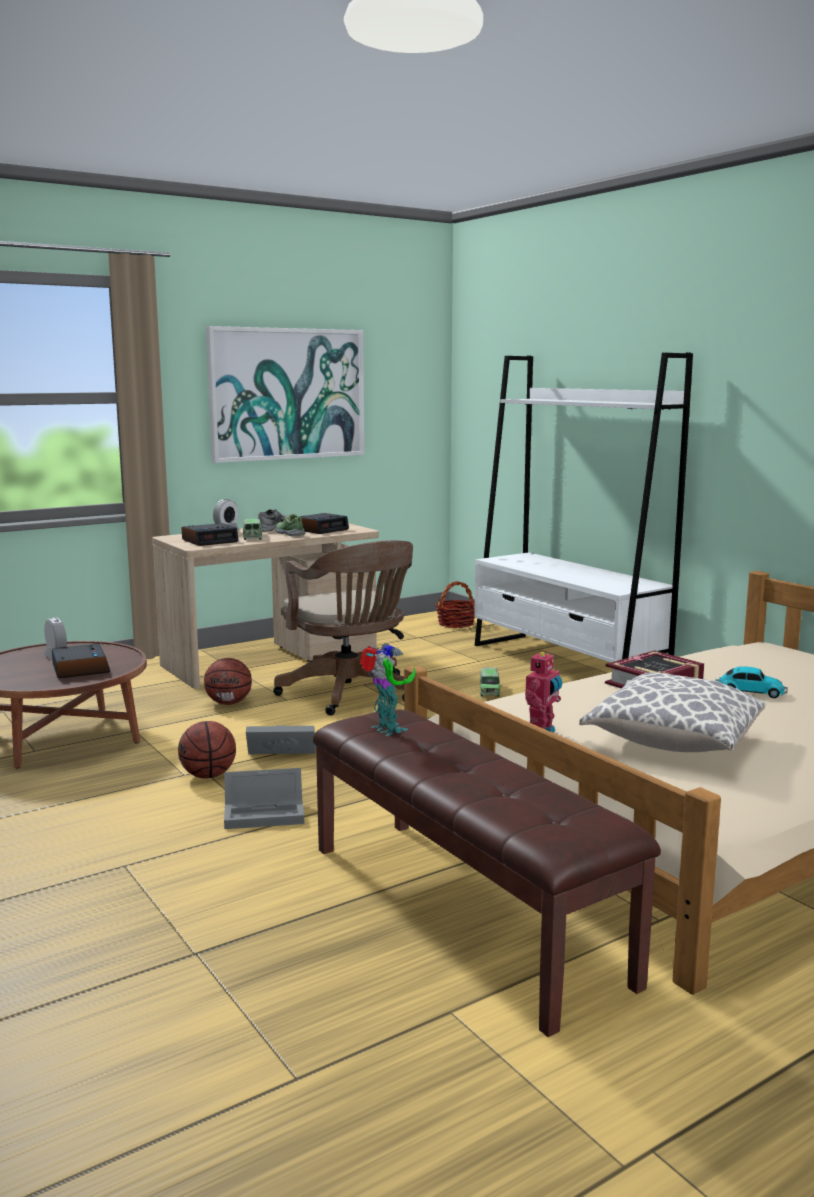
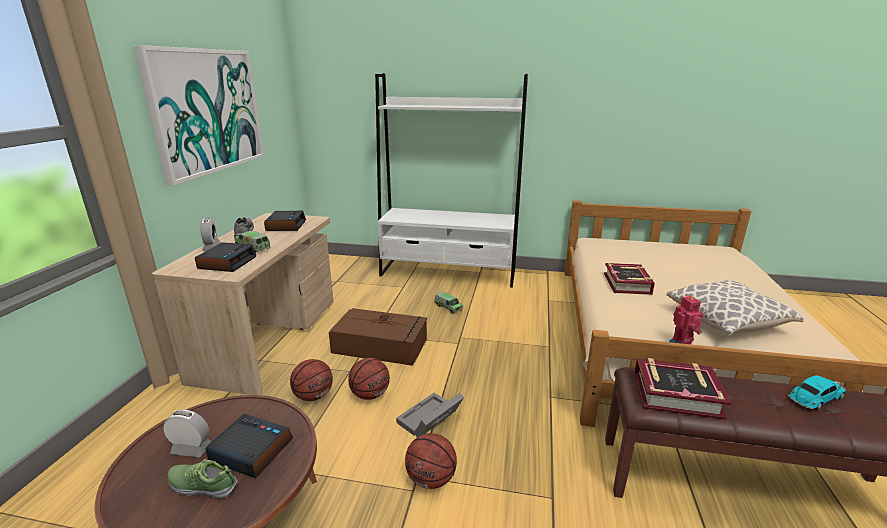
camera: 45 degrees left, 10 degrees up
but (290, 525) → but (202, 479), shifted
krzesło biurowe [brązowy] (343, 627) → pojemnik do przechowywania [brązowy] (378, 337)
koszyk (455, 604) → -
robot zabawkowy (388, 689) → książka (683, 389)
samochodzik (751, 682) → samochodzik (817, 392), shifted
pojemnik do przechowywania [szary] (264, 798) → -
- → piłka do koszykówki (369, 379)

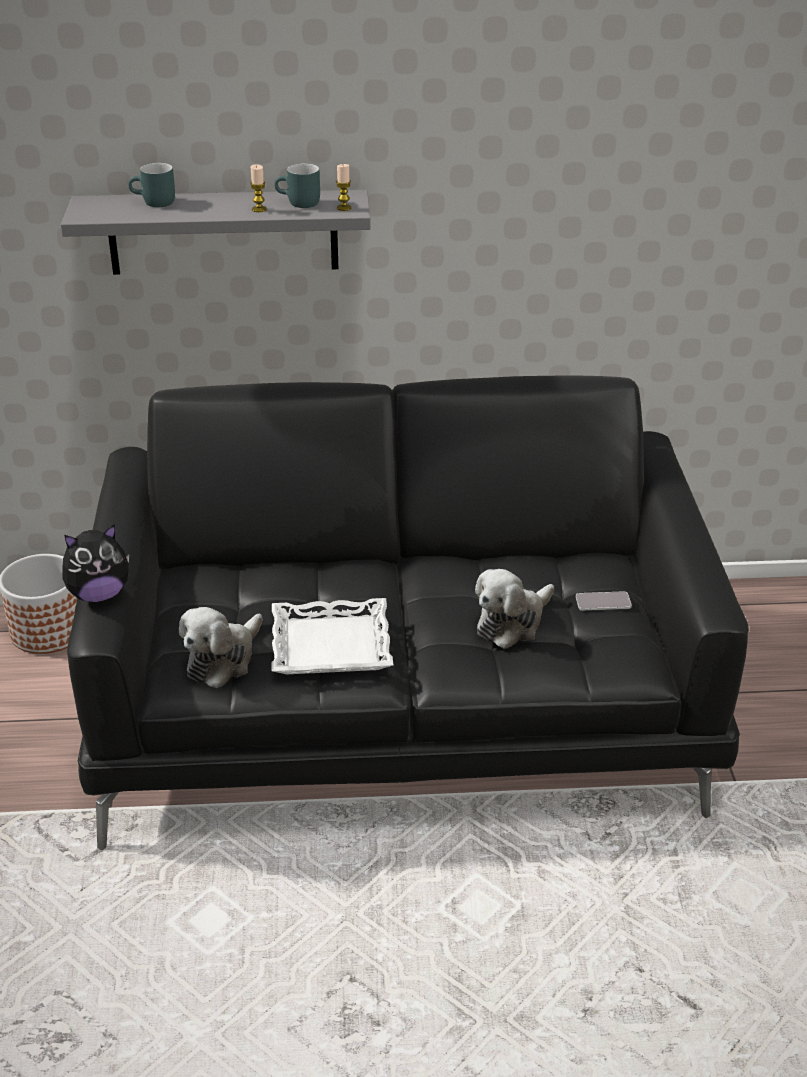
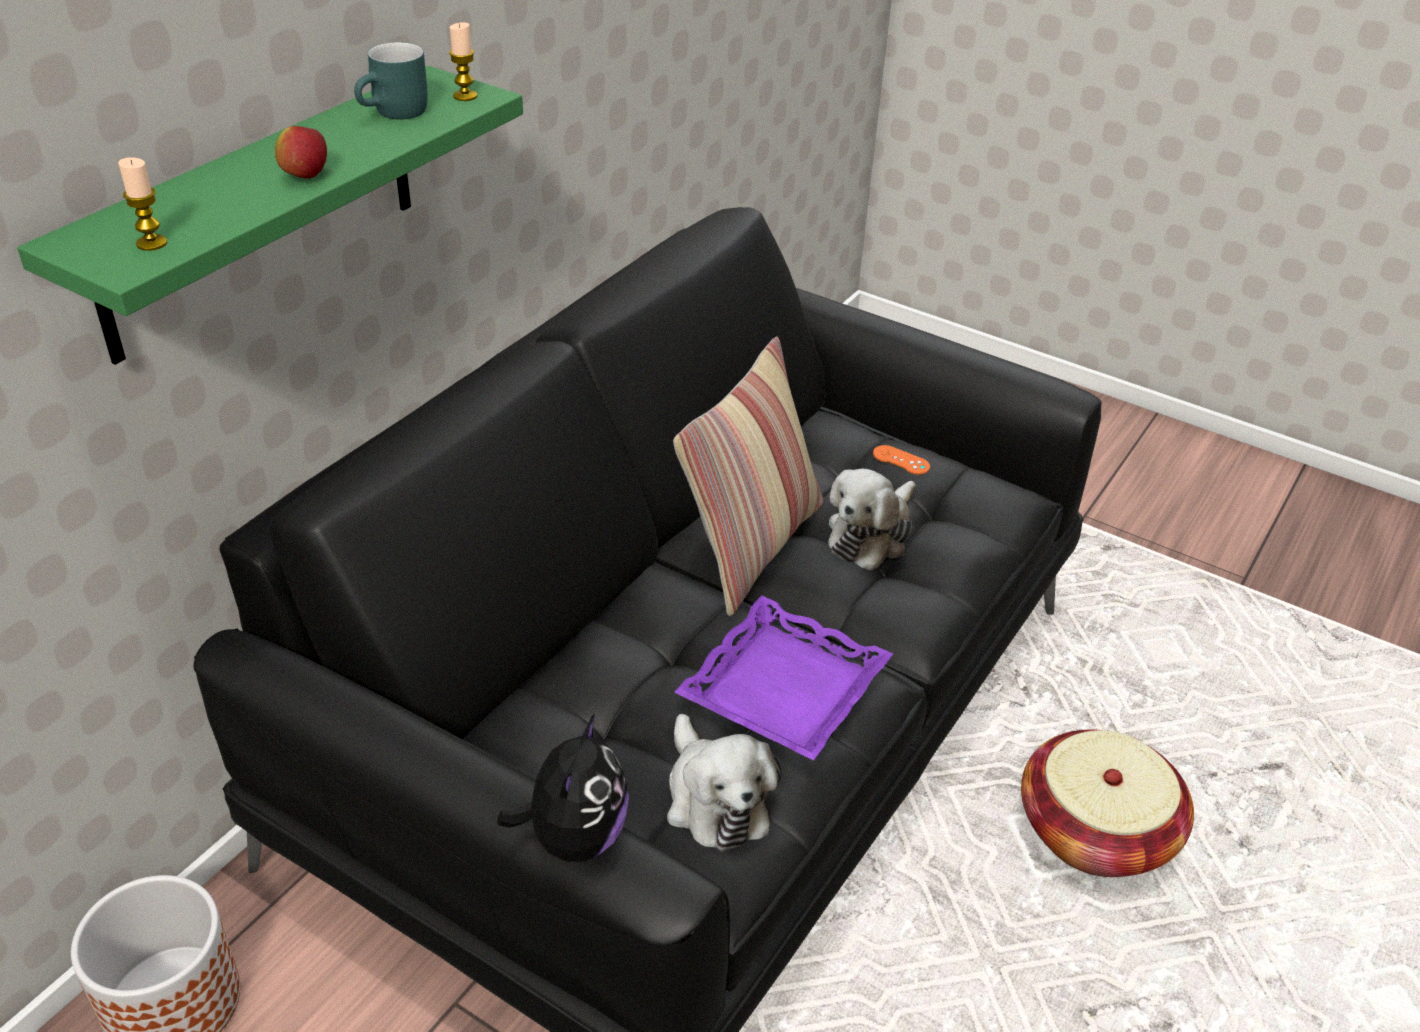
camera: 55 degrees left, 5 degrees up
kubek [turkusowy] (151, 185) → -
świeca (258, 188) → świeca (142, 204), shifted
półka [szary] (216, 232) → półka [zielony] (270, 215)
pluszak (514, 609) → pluszak (872, 520), 45 degrees clockwise
telefon (604, 601) → pad do gier [pomarańczowy] (901, 460)
taca [biały] (332, 636) → taca [fioletowy] (783, 678)
- → jabłko (301, 152)
- → poduszka (748, 476)
- → koszyk (1107, 803)

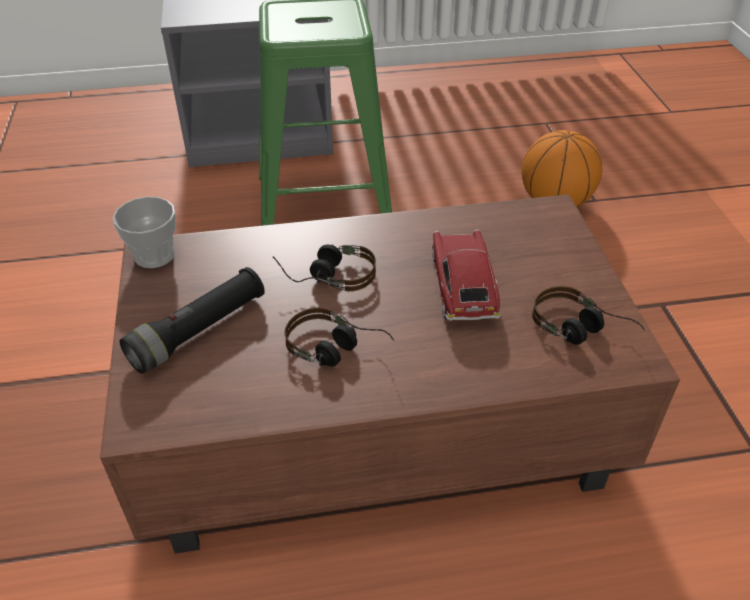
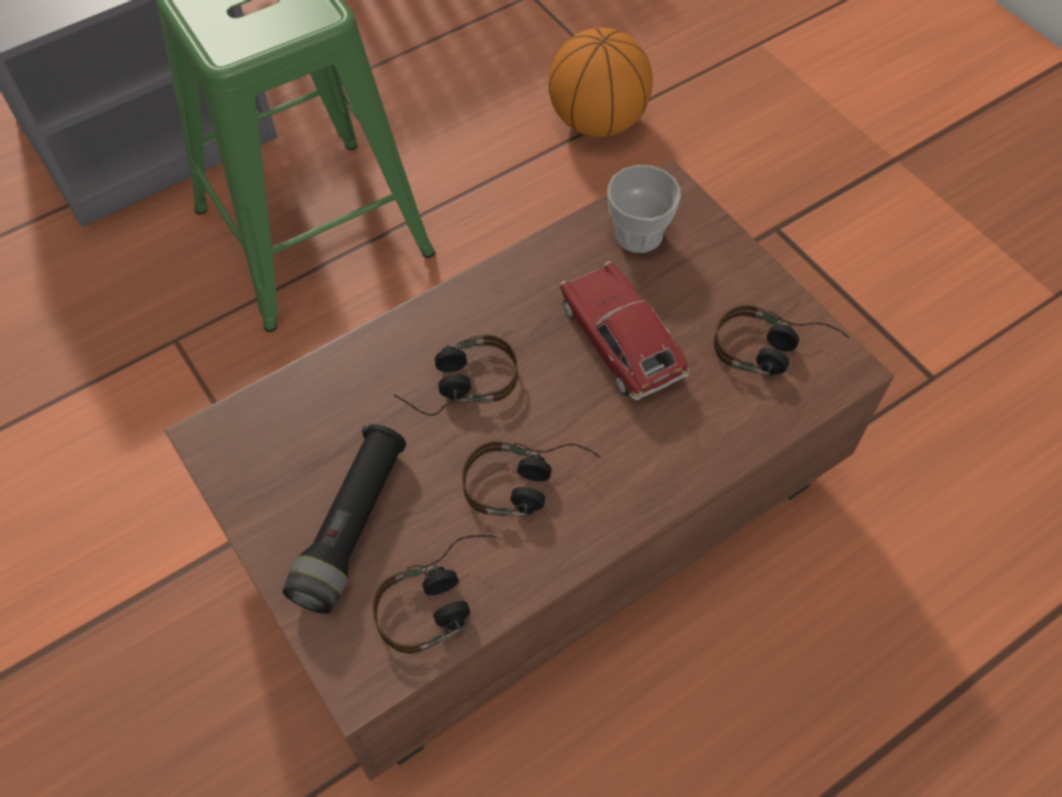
camera: 25 degrees left, 15 degrees up
filiżanka (144, 232) → filiżanka (644, 209), shifted
- → słuchawki (434, 594)

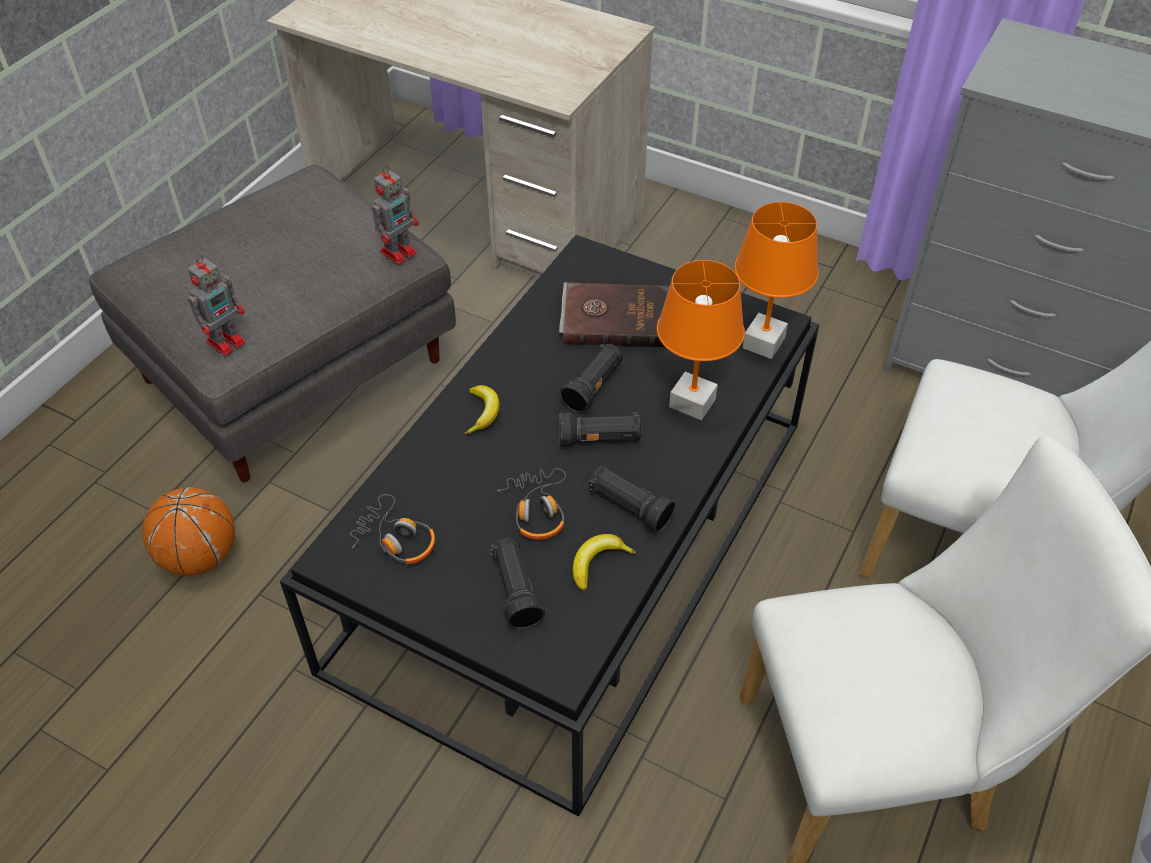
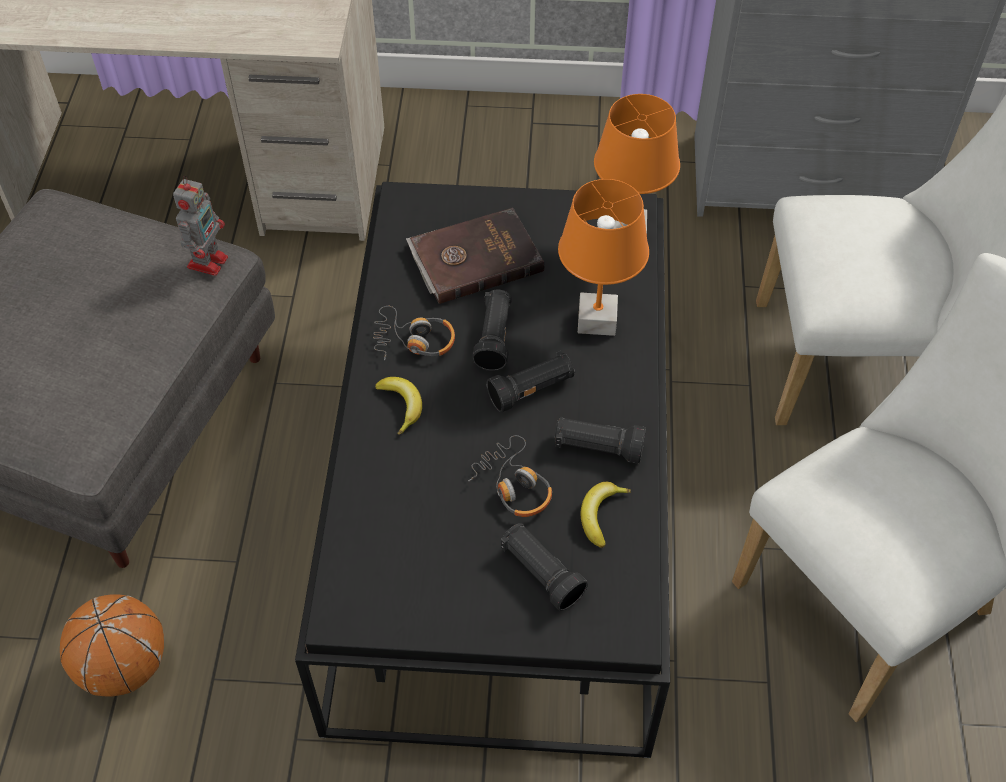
camera: 25 degrees left, 5 degrees up
robot zabawkowy (217, 305) → -
słuchawki (392, 529) → słuchawki (414, 333), shifted

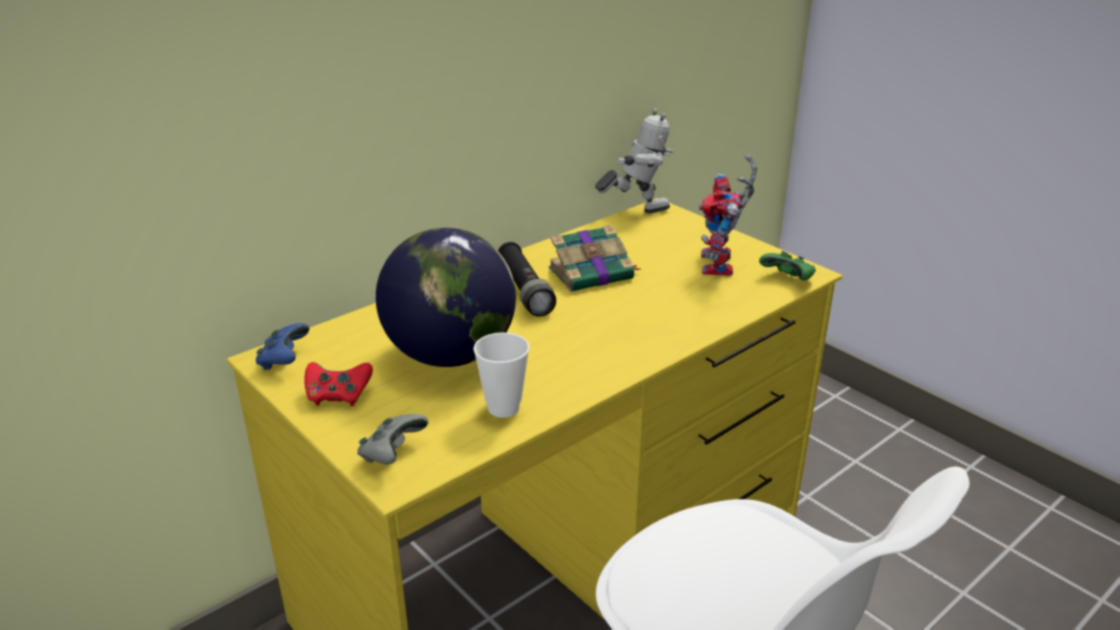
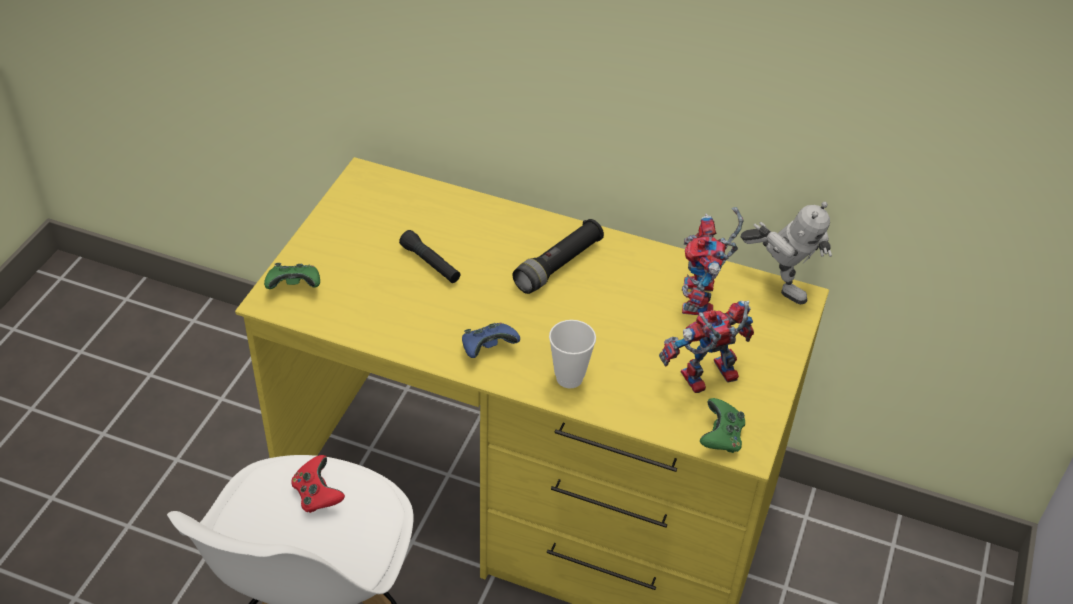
camera: 60 degrees right, 15 degrees up
książka (595, 258) → -
globus (446, 297) → latarka [czarny] (430, 256)
pad do gier [niebieski] (283, 346) → pad do gier [niebieski] (491, 340), shifted
filiżanka (501, 375) → filiżanka (572, 354), shifted
pad do gier [czerwony] (338, 384) → pad do gier [czerwony] (318, 484), shifted
pad do gier [szary] (392, 439) → pad do gier [zielony] (292, 276)
- → robot zabawkowy (713, 261)

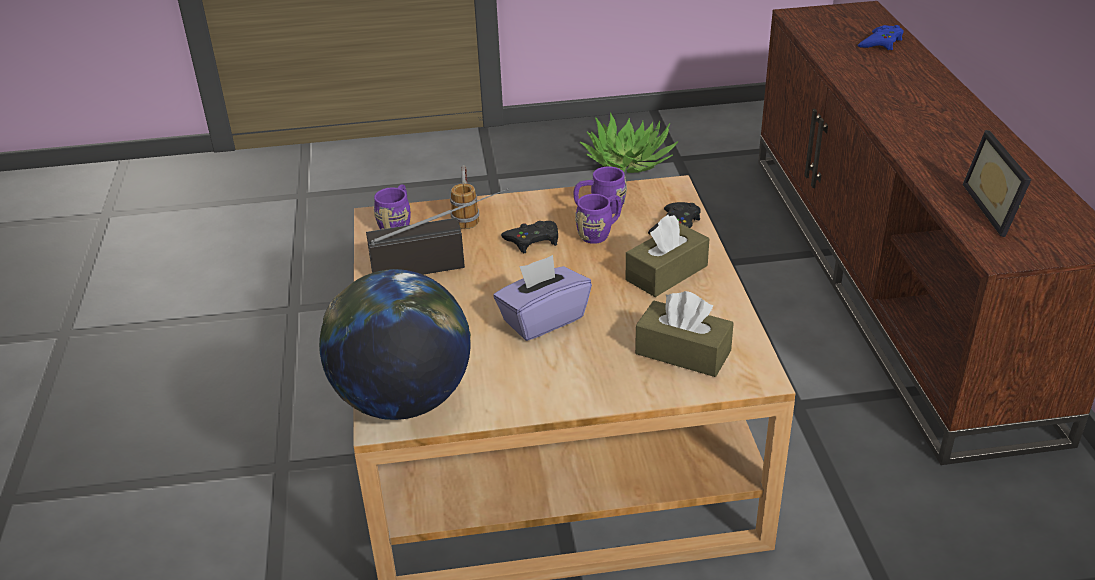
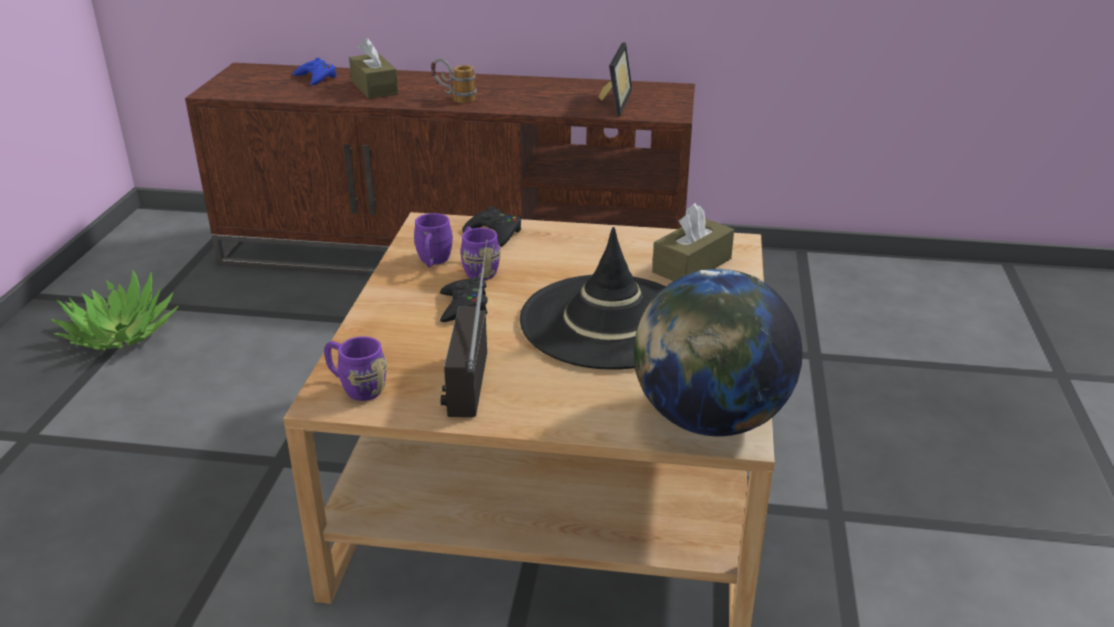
camera: 75 degrees left, 5 degrees down
ramka na zdjęcie (997, 183) → ramka na zdjęcie (616, 79), 90 degrees counterclockwise
kubek (464, 197) → kubek (454, 80), shifted
pudełko chusteczek [brązowy] (667, 256) → pudełko chusteczek [brązowy] (374, 68), shifted
pudełko chusteczek [fioletowy] (542, 298) → kapelusz [czarny] (593, 298)

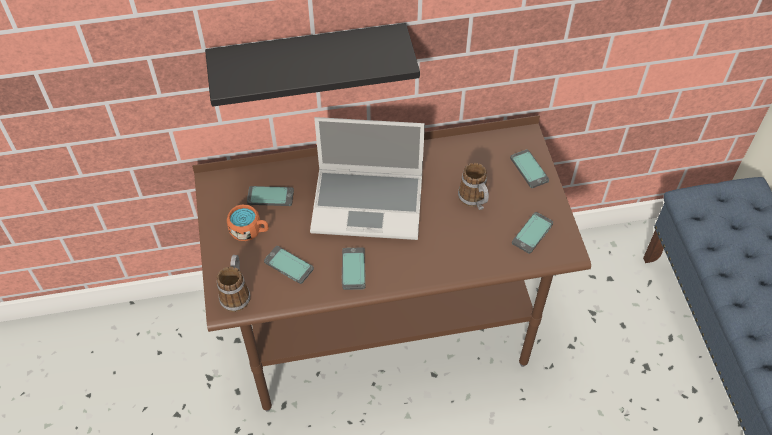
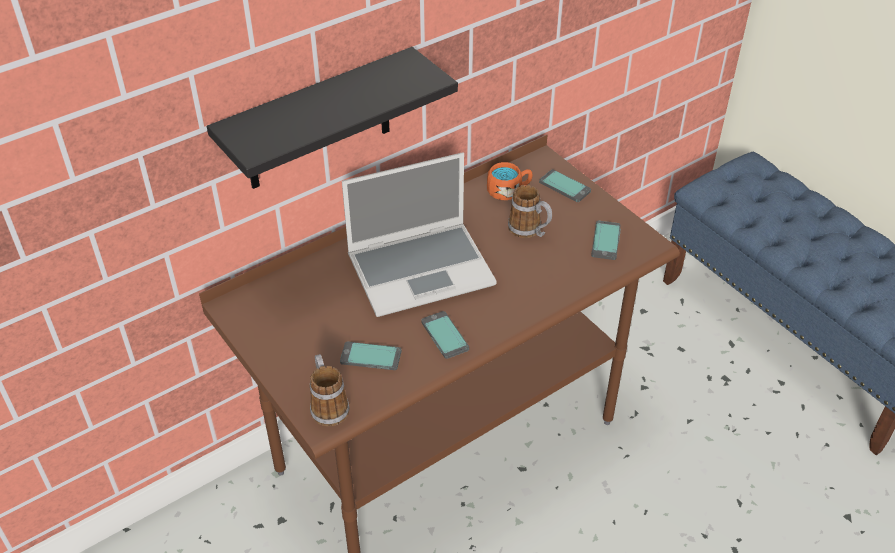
camera: 25 degrees left, 10 degrees down
telefon (270, 196) → -
kubek [pomarańczowy] (248, 222) → kubek [pomarańczowy] (509, 181), shifted

